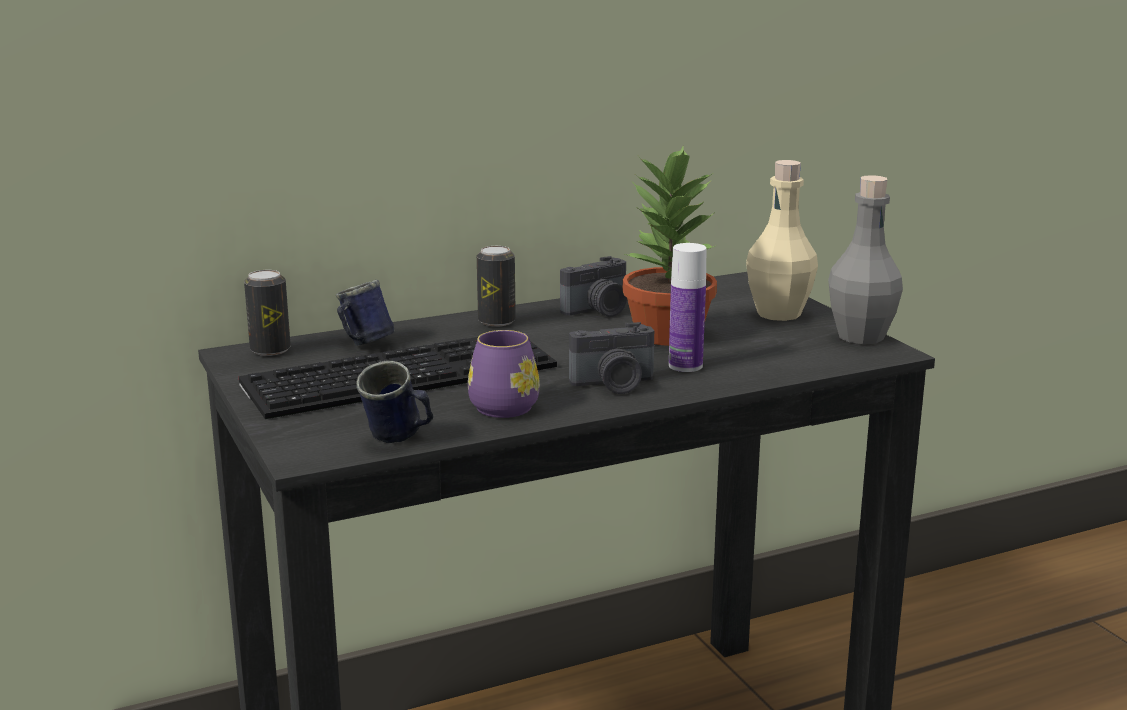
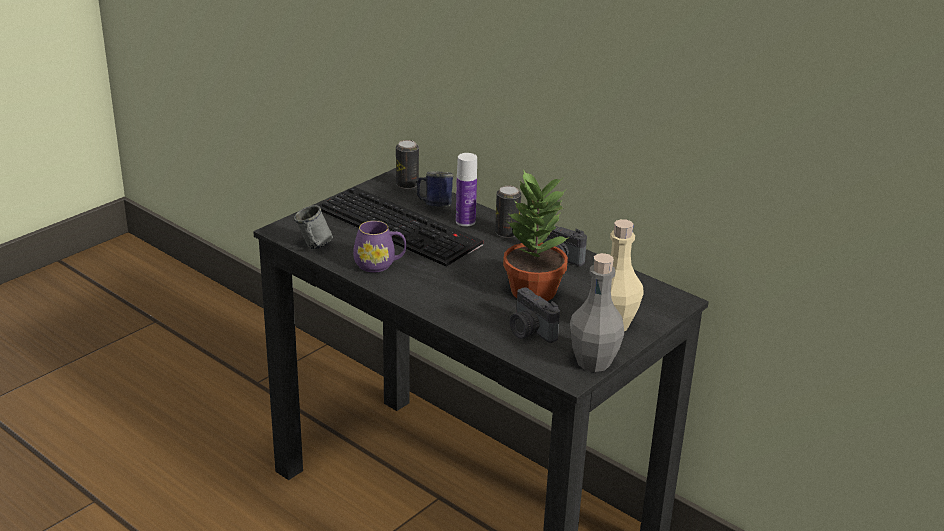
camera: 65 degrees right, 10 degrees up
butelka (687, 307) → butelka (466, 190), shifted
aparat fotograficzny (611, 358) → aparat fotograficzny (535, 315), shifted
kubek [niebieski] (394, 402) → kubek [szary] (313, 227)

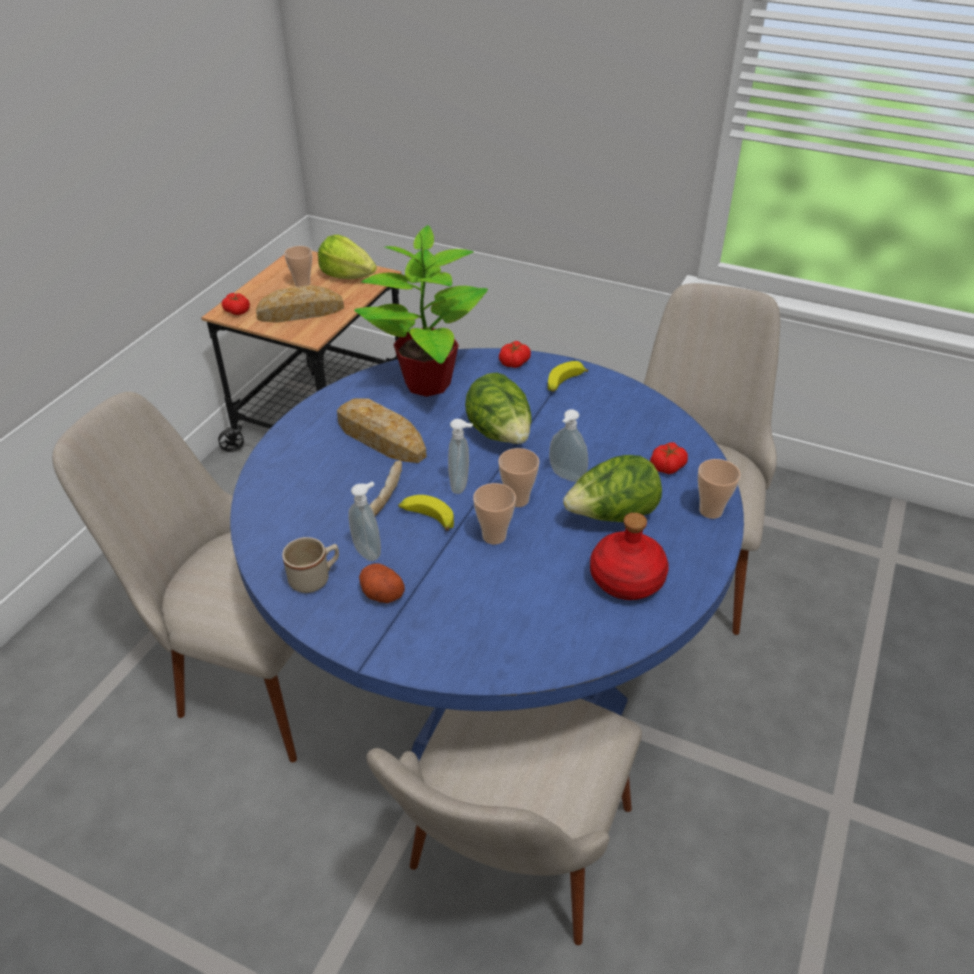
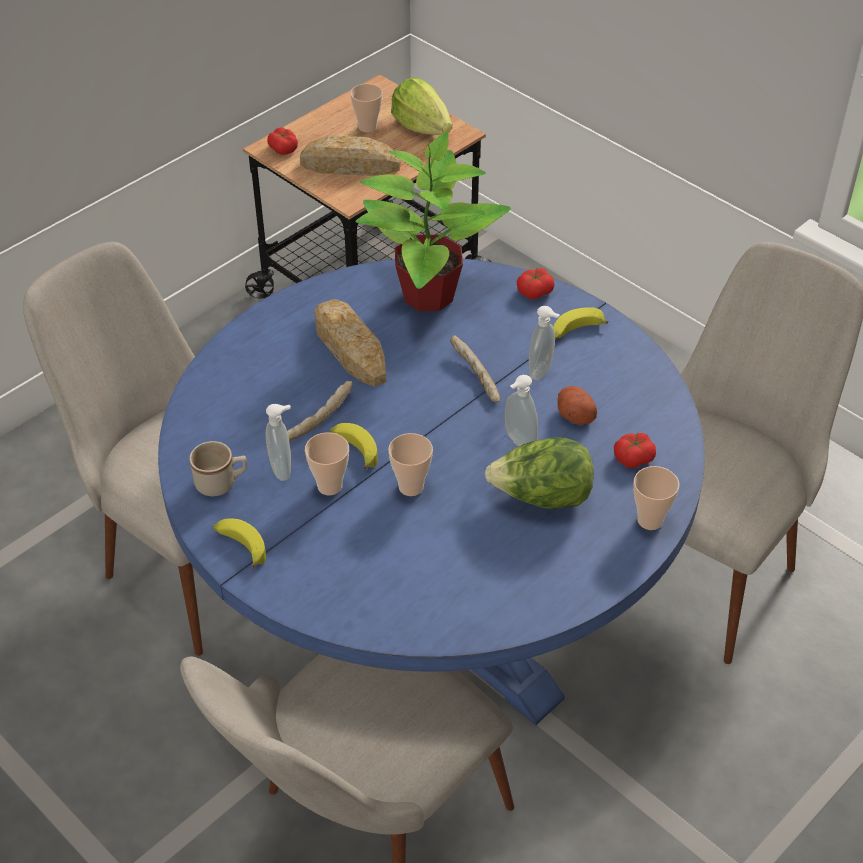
camera: 20 degrees right, 5 degrees up
sałata (498, 408) → chleb (475, 368)
dozownik mydła (460, 456) → dozownik mydła (544, 343), shifted
filiżanka (518, 477) → filiżanka (327, 463), shifted
butelka [czerwony] (629, 556) → -
ziemniak (382, 583) → ziemniak (577, 405), shifted
- → banan (239, 542)

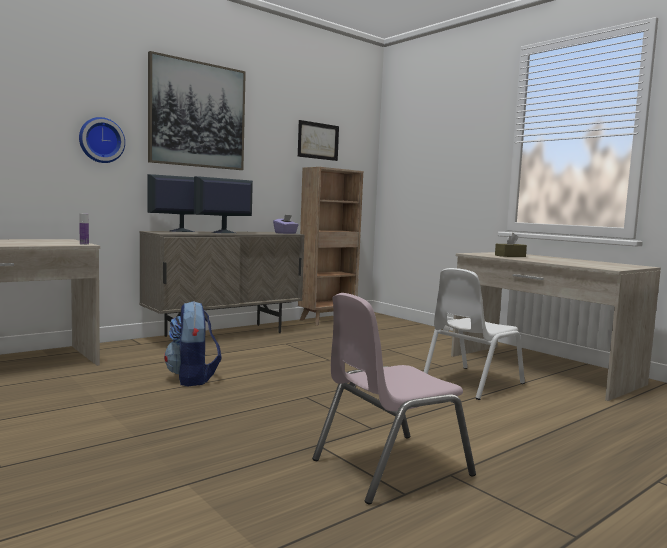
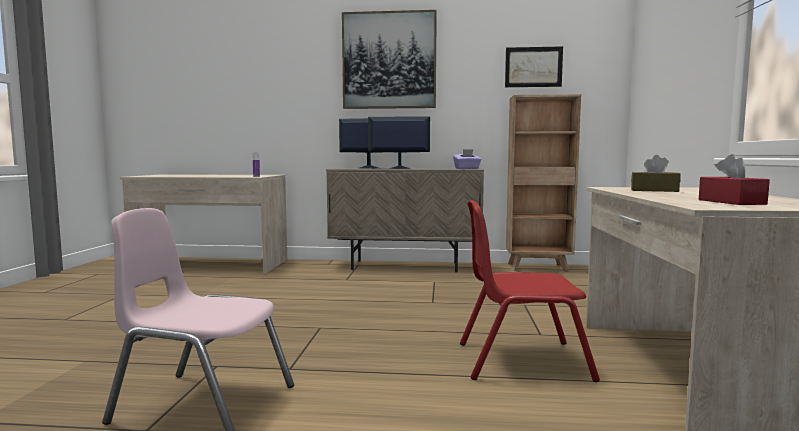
camera: 45 degrees right, 0 degrees up
zegar ścienny (102, 140) → -
krzesło [biały] (474, 334) → krzesło [czerwony] (530, 291)
plecak (193, 343) → -
- → pudełko chusteczek [czerwony] (734, 179)

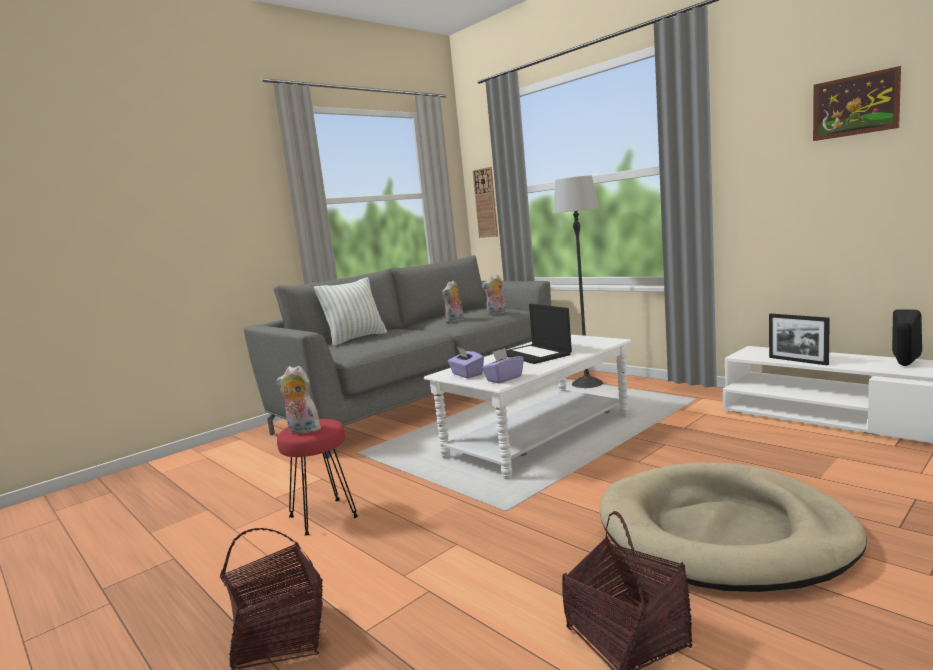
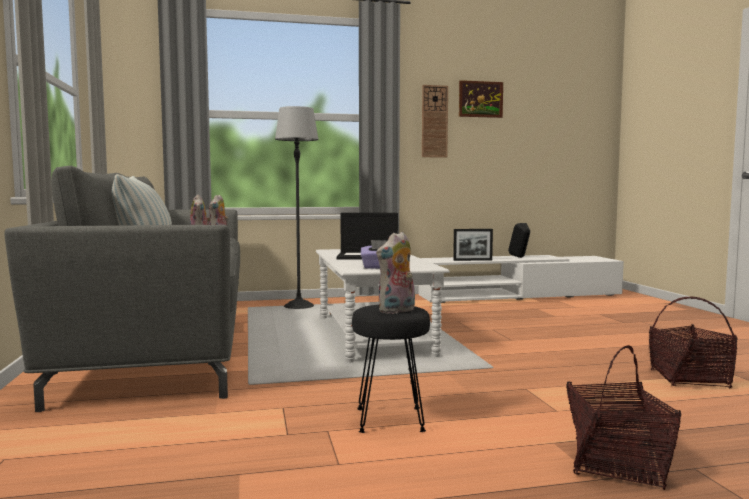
camera: 60 degrees left, 5 degrees down
zegar ścienny (485, 202) → zegar ścienny (435, 121), shifted
pudełko chusteczek [fioletowy] (503, 365) → -
stołek [czerwony] (317, 477) → stołek [czarny] (391, 369)
legowisko [beżowy] (733, 527) → -

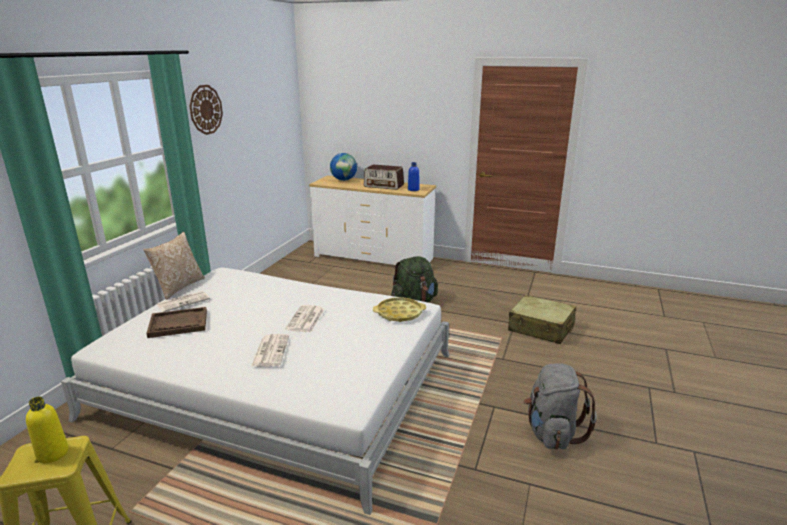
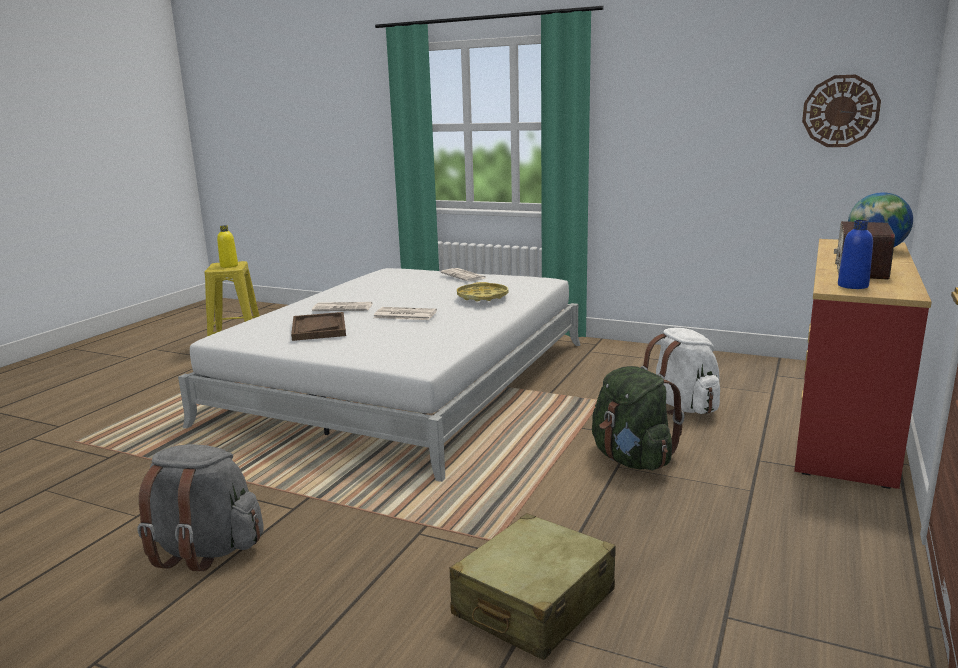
camera: 95 degrees right, 5 degrees down
zegar ścienny (206, 110) → zegar ścienny (841, 111), shifted
komoda [biały] (372, 220) → komoda [czerwony] (863, 364)
poduszka (174, 266) → -
taca [żółty] (399, 309) → taca [żółty] (482, 291), shifted
taca [brązowy] (176, 322) → taca [brązowy] (318, 326), shifted
- → plecak [biały] (680, 371)

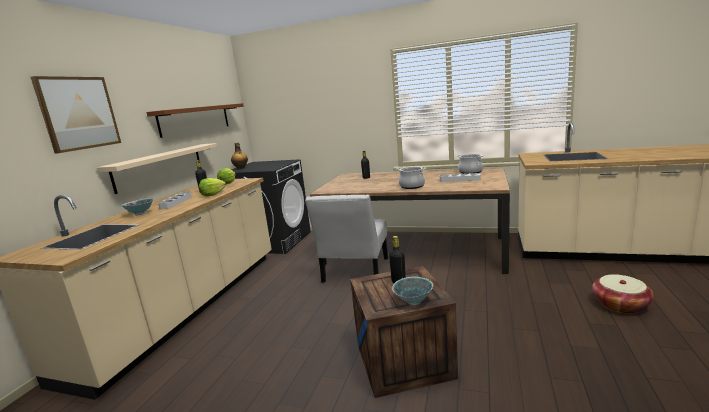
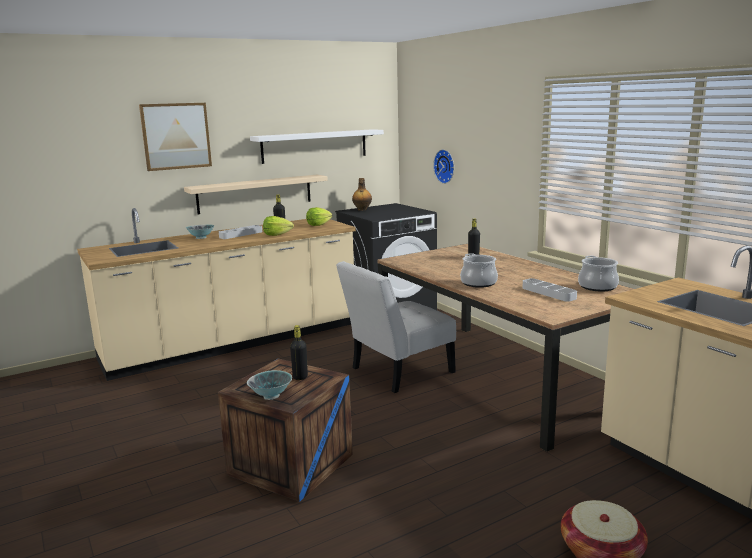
camera: 40 degrees right, 0 degrees up
półka [brązowy] (195, 120) → półka [biały] (317, 146)
- → zegar ścienny (443, 166)

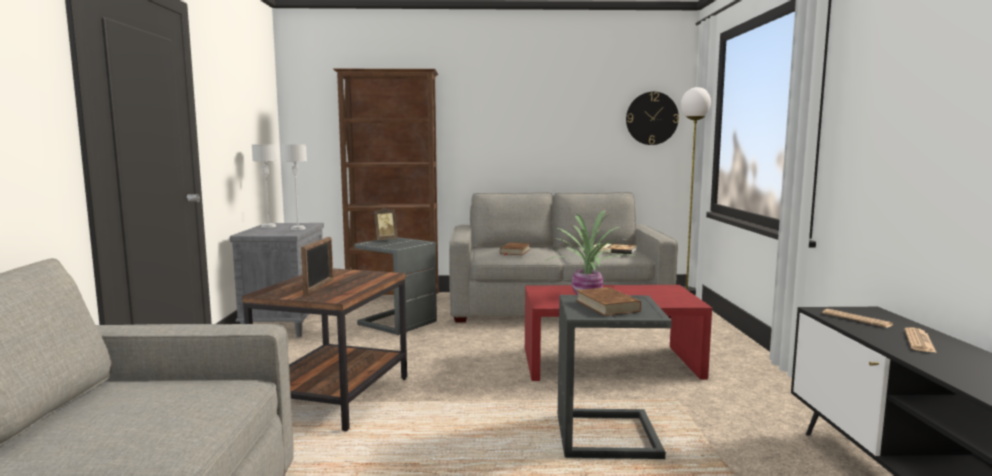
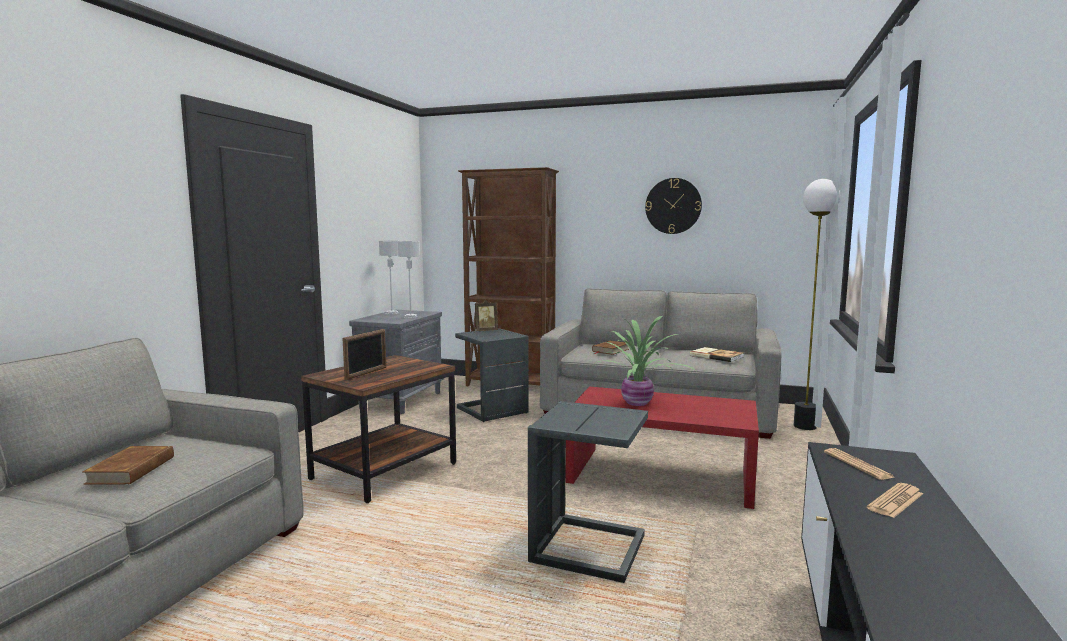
camera: 20 degrees right, 0 degrees up
zegar ścienny (652, 118) → zegar ścienny (673, 206), shifted
książka [brązowy] (608, 301) → książka [brązowy] (128, 465), shifted

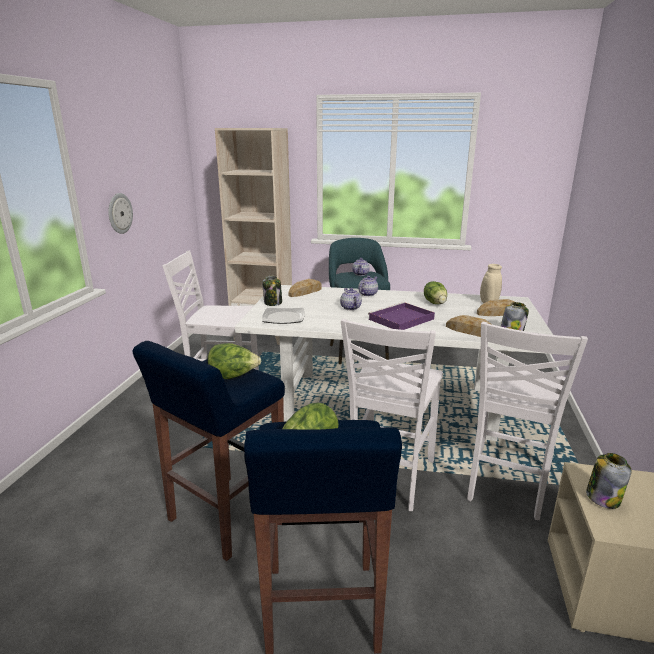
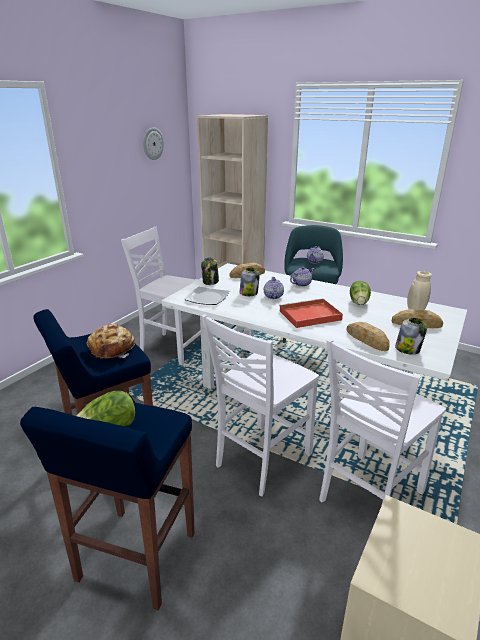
camera: 20 degrees right, 5 degrees up
zegar ścienny (120, 213) → zegar ścienny (153, 143), shifted
taca [fioletowy] (401, 316) → taca [czerwony] (311, 313)
sałata (234, 361) → chleb (110, 340)
słoik (609, 481) → słoik (250, 282), shifted

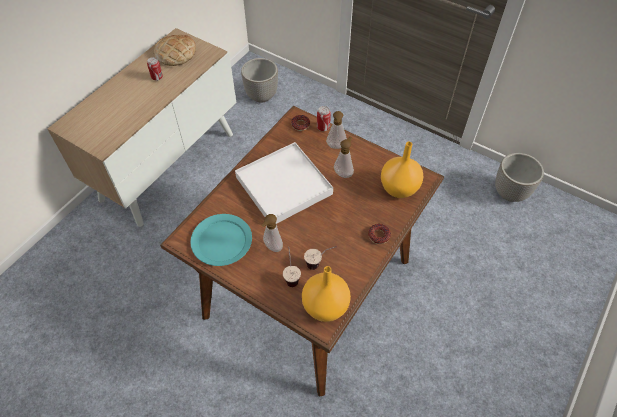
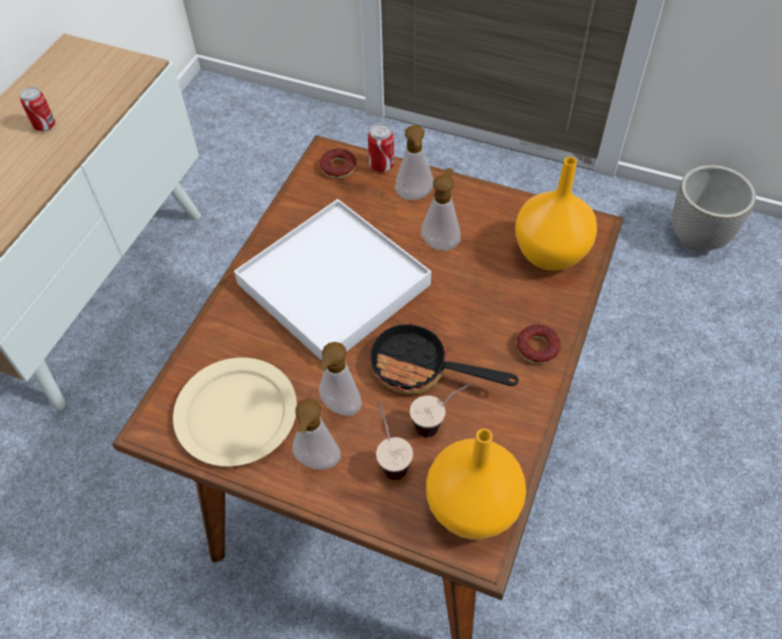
camera: 10 degrees left, 0 degrees up
chleb (175, 50) → -
donica (259, 80) → -
talerz [turkusowy] (221, 240) → talerz [beżowy] (235, 412)
- → patelnia (443, 357)
- → dozownik mydła (317, 434)

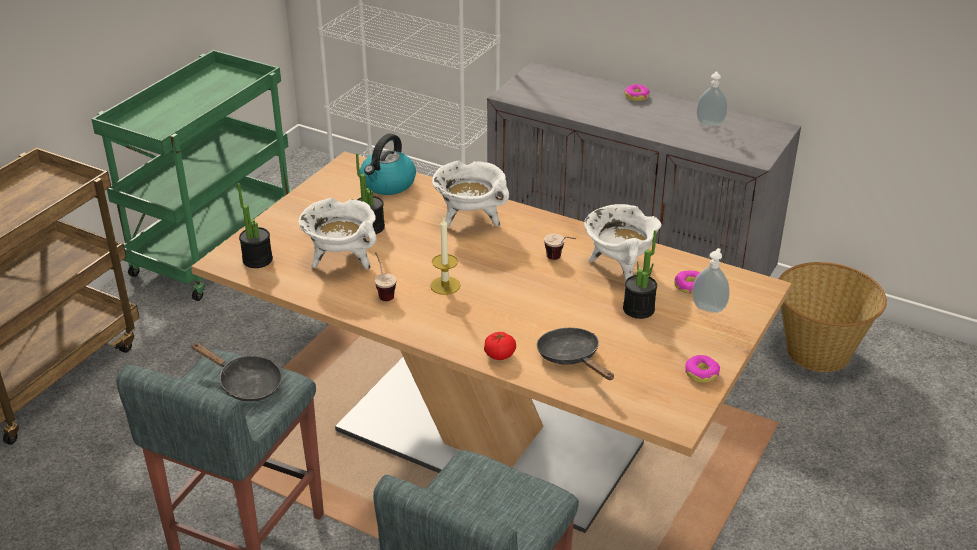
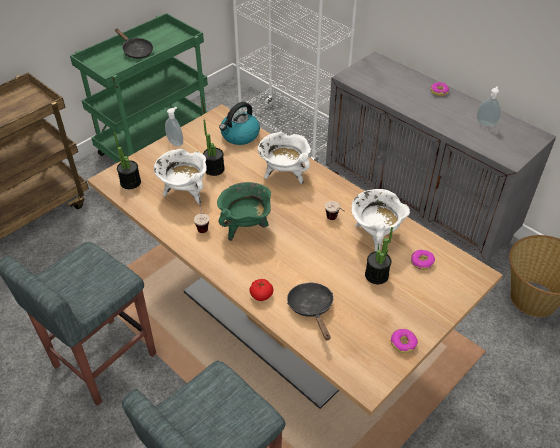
camera: 15 degrees right, 10 degrees up
świeca (445, 256) → garnek [zielony] (244, 211)
dozownik mydła (710, 280) → dozownik mydła (174, 127), shifted
patelnia [czarny] (236, 372) → patelnia [czarny] (134, 44), shifted

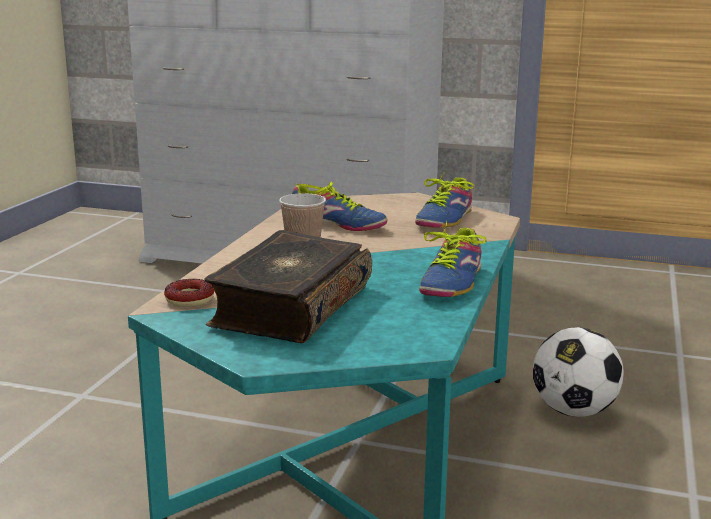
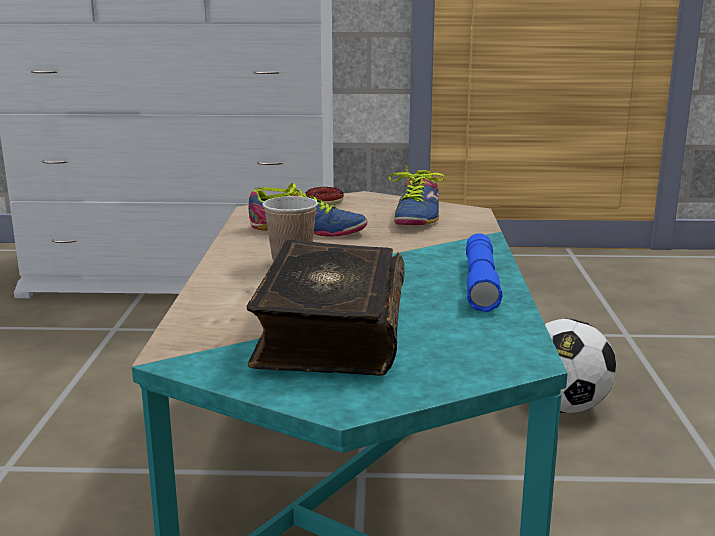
camera: 15 degrees left, 0 degrees up
but (453, 259) → latarka [niebieski] (484, 272)
donut (189, 293) → donut (324, 196), shifted

